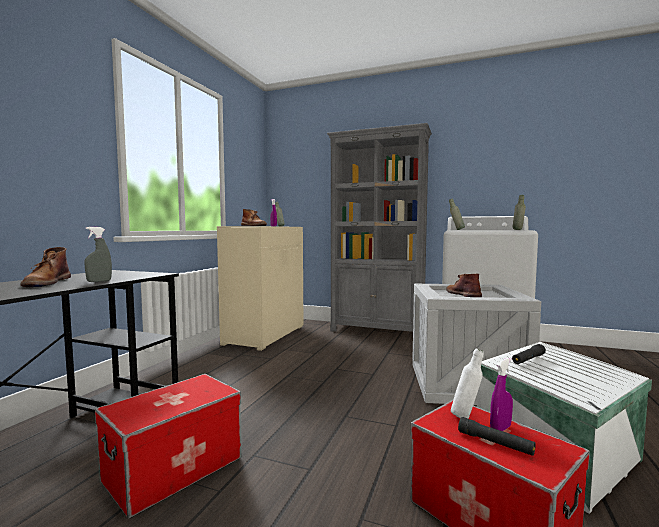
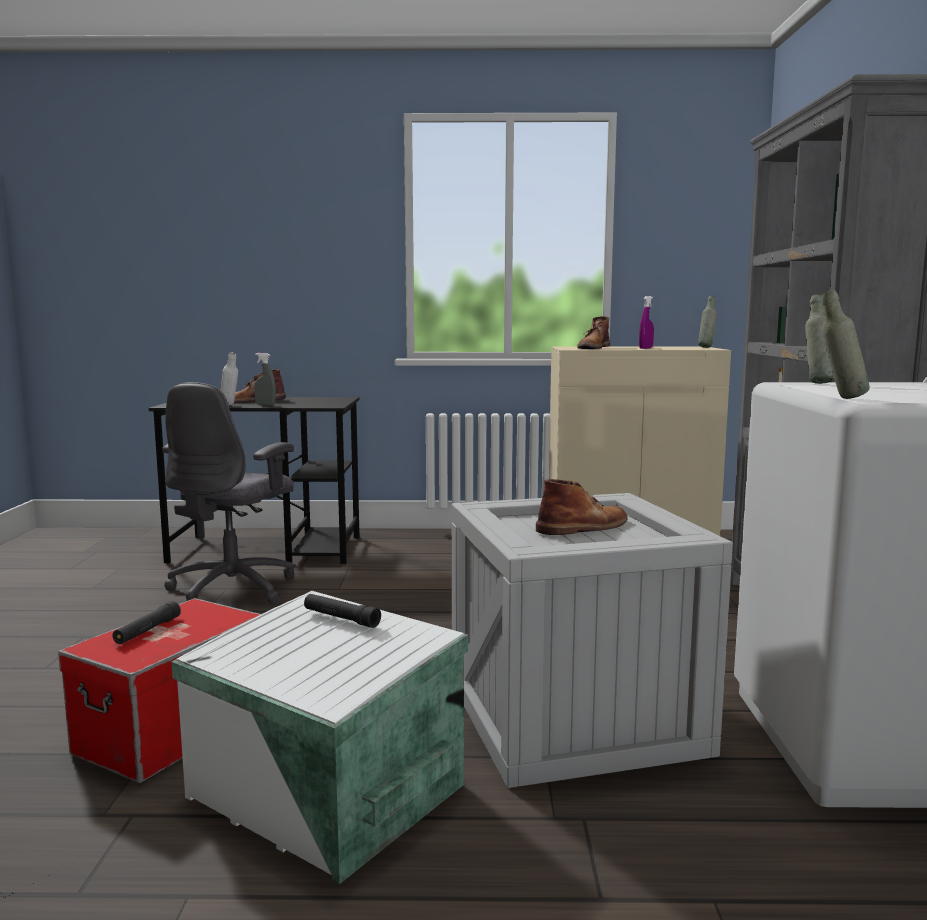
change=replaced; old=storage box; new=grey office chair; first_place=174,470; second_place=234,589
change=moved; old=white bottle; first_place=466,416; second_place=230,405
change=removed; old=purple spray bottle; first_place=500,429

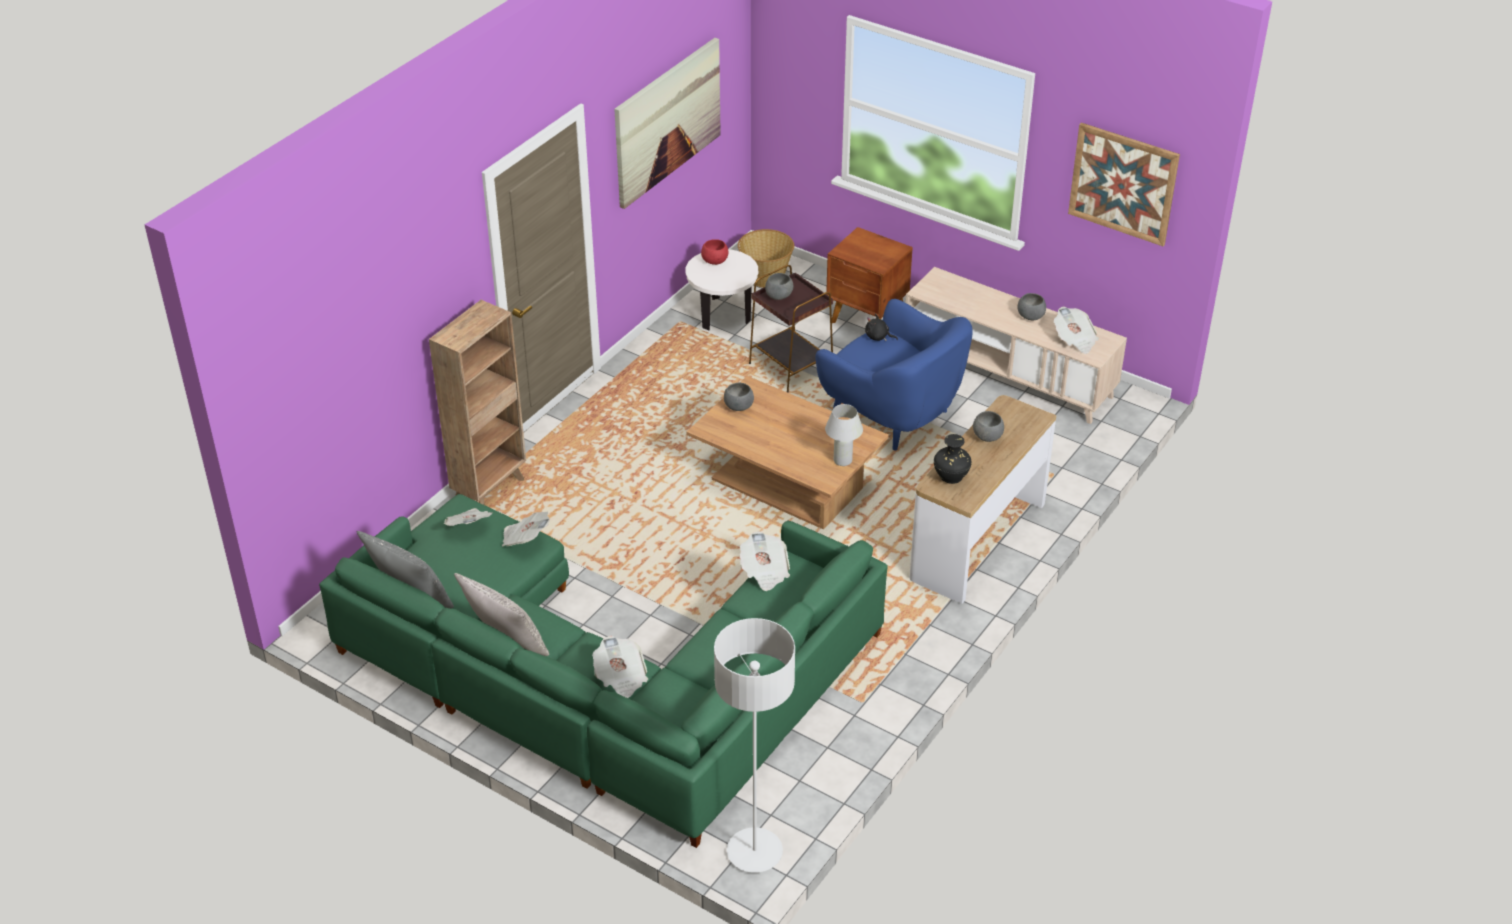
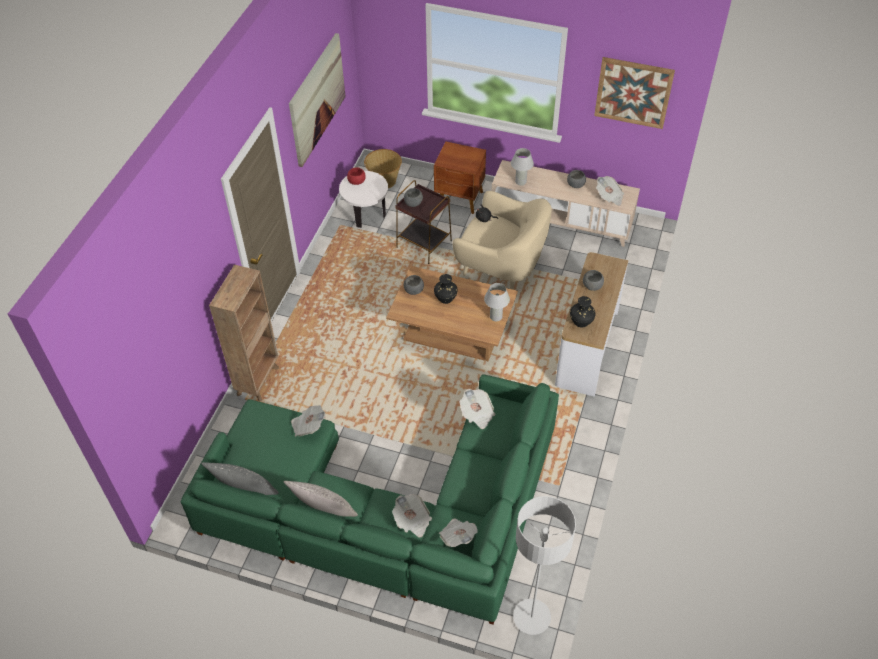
change=added; new=black vase; second_place=445,299
change=moved; old=newspaper; first_place=469,527; second_place=458,536
change=recoloured; old=blue armchair; new=beige armchair; first_place=892,415; second_place=501,266
change=added; new=white table lamp; second_place=520,182

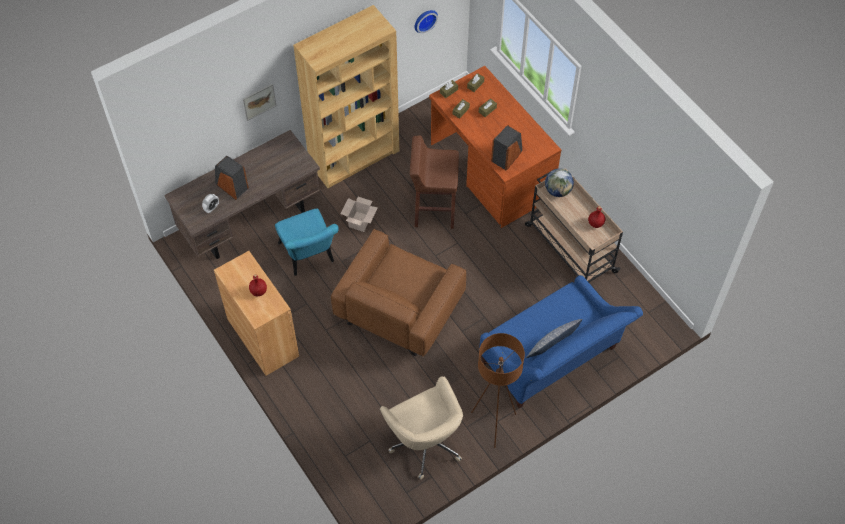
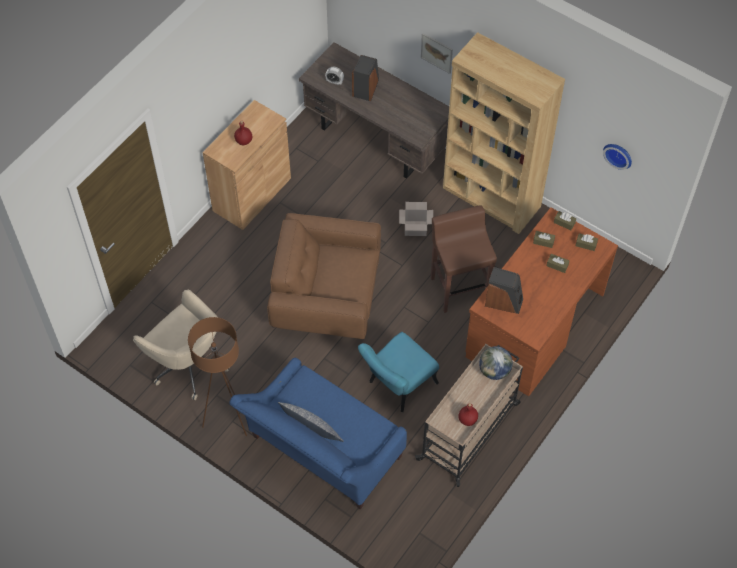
change=turned; old=beige office chair; first_place=425,442; second_place=188,364; degrees=-90
change=moved; old=turquoise chair; first_place=309,257; second_place=397,386

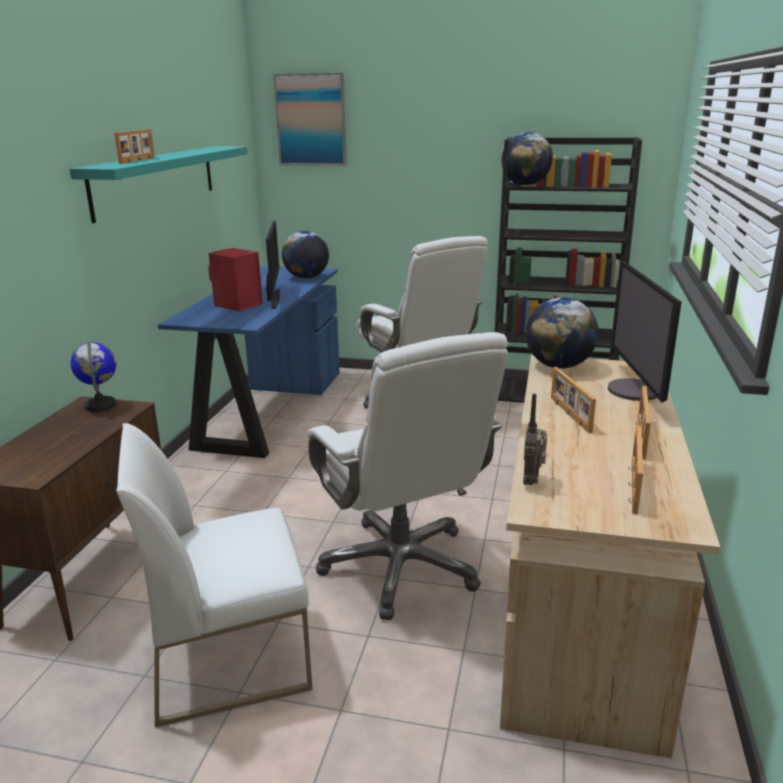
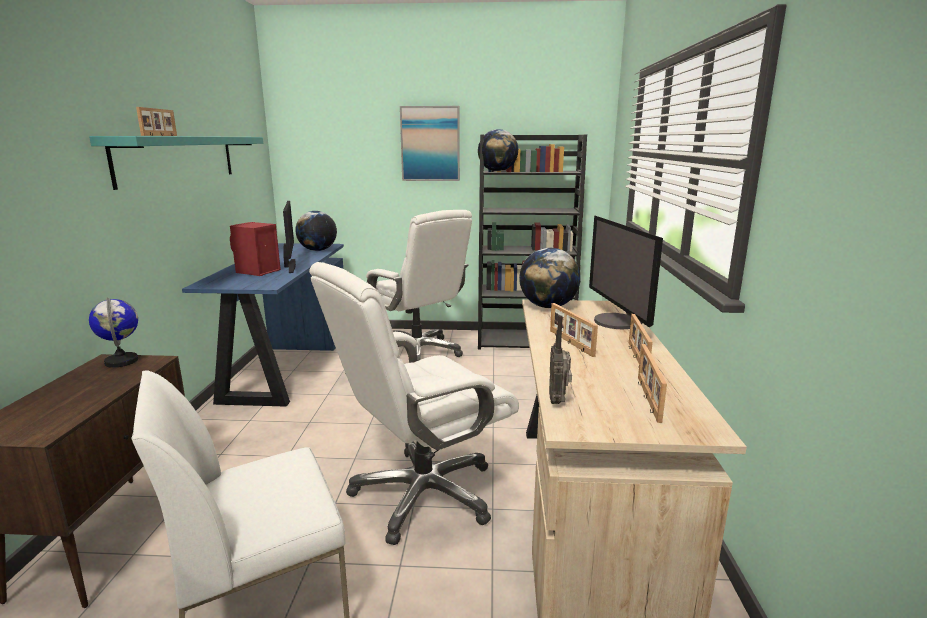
change=turned; old=white office chair; first_place=401,566; second_place=422,494; degrees=90
change=moved; old=picture; first_place=311,120; second_place=430,144

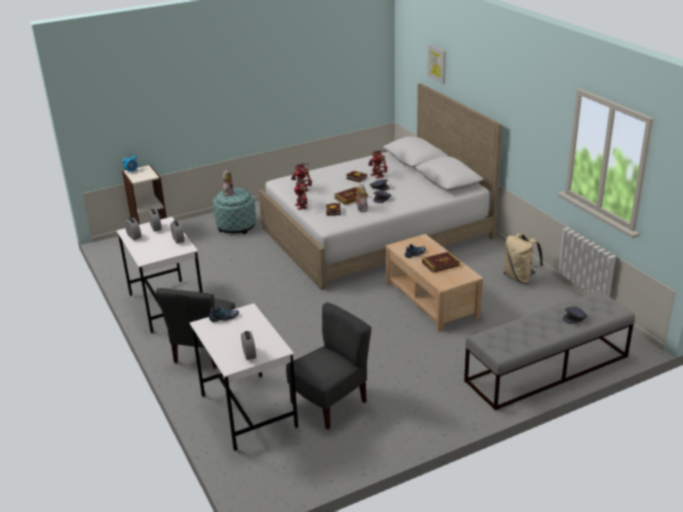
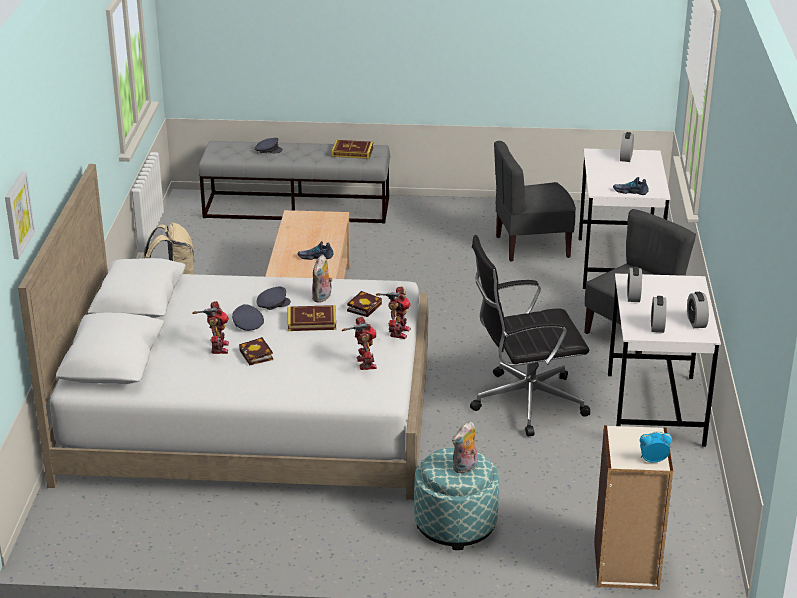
change=moved; old=book; first_place=441,264; second_place=352,152
change=added; new=black office chair; second_place=525,402

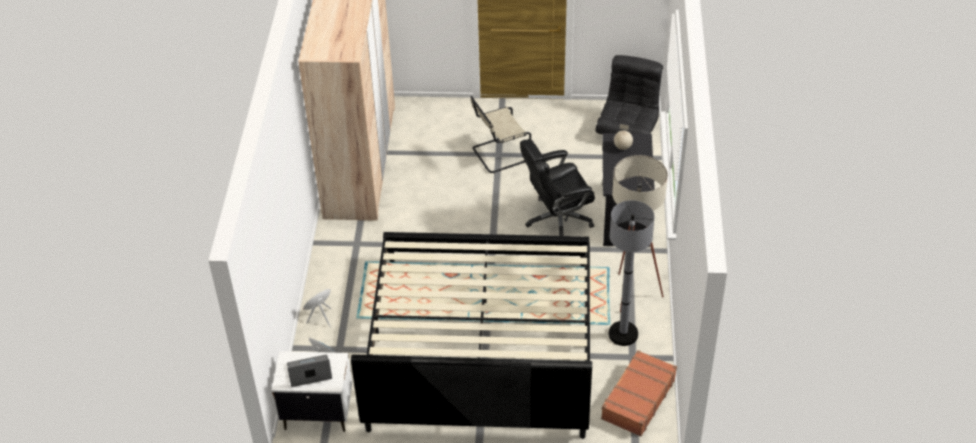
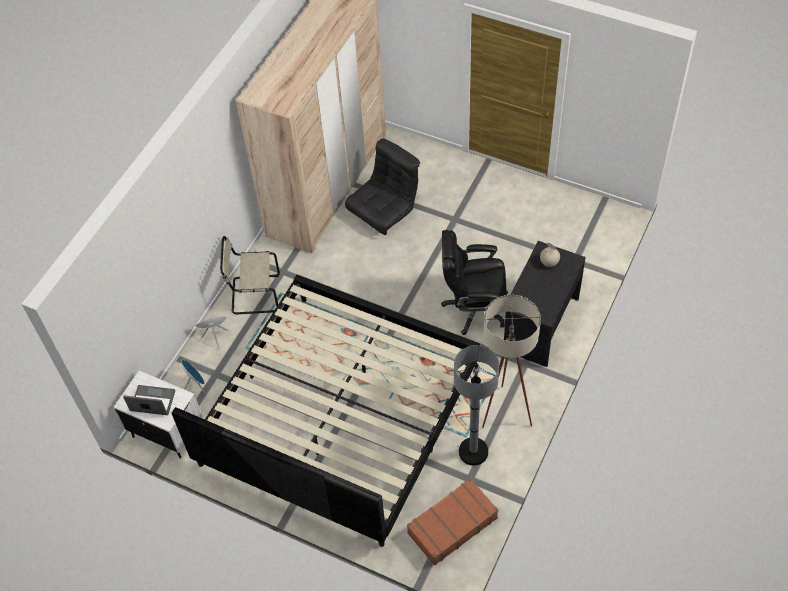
change=moved; old=beige chair; first_place=498,155; second_place=253,295
change=moved; old=black armchair; first_place=628,128; second_place=385,211

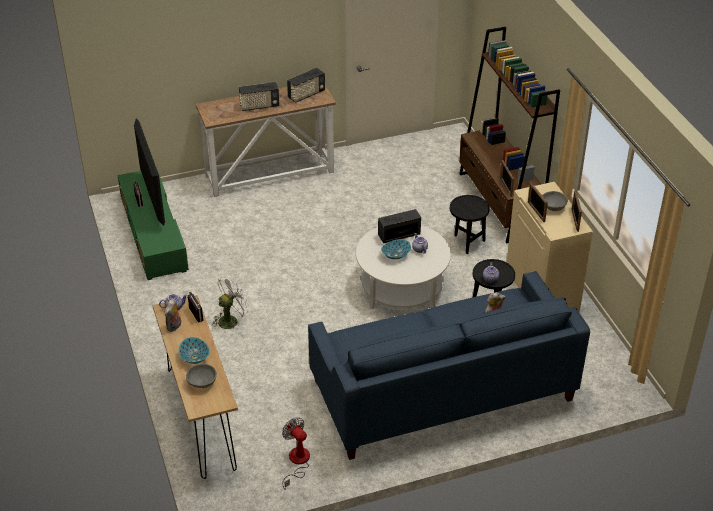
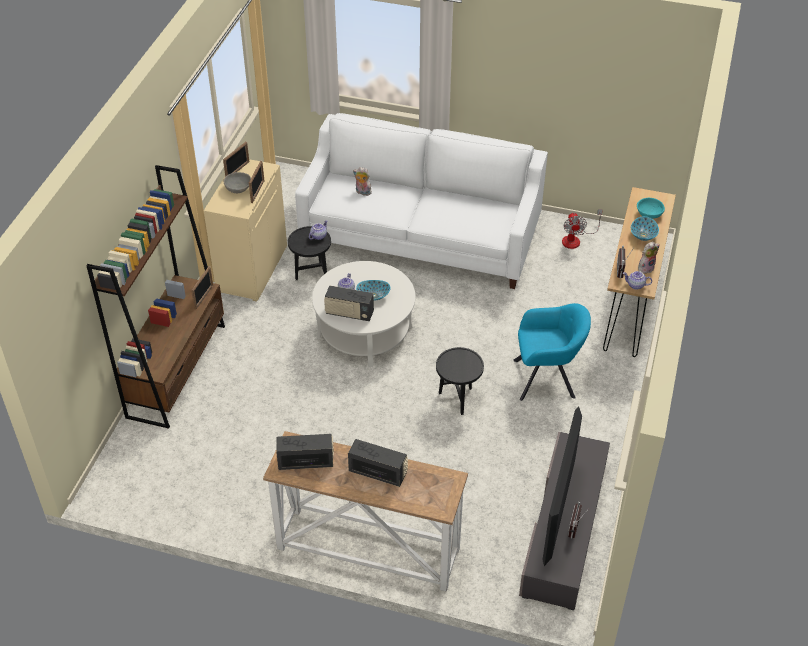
change=recoloured; old=blue sofa; new=white sofa; first_place=442,390; second_place=421,236
change=moved; old=black side table; first_place=466,242; second_place=458,400
change=replaced; old=white fan; new=turquoise armchair; first_place=231,320; second_place=547,378
change=recoloured; old=green tv stand; new=grey tv stand; first_place=153,233; second_place=564,529
change=recoloured; old=grey bowl; new=turquoise bowl; first_place=201,382; second_place=649,214

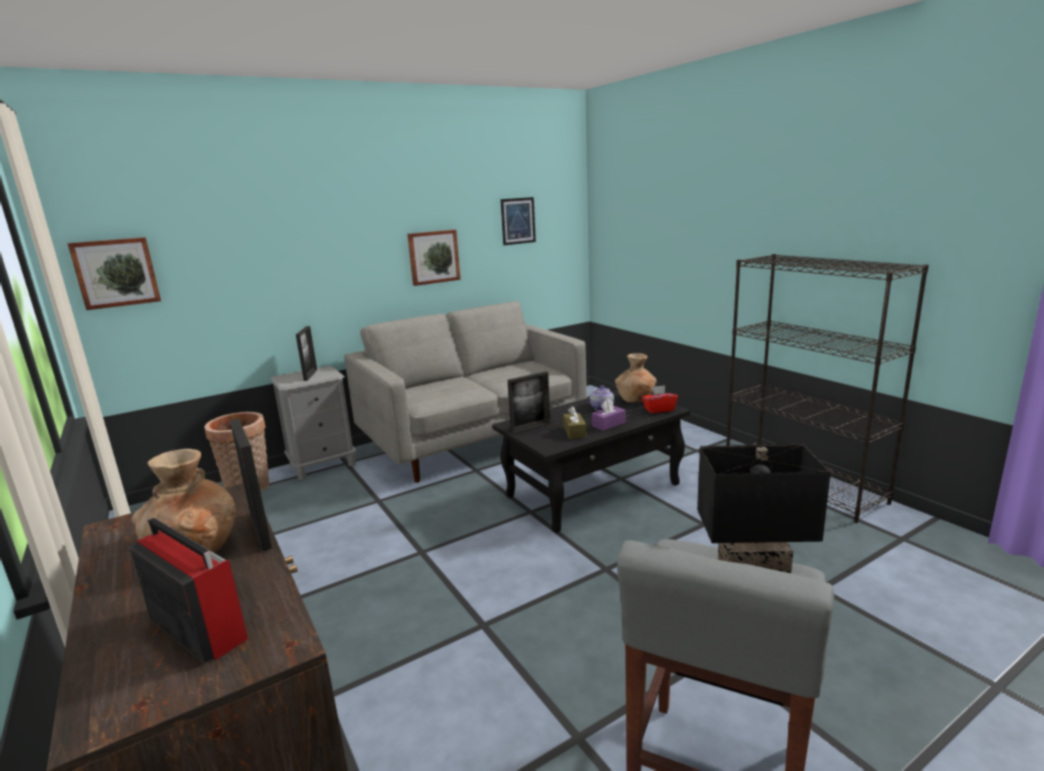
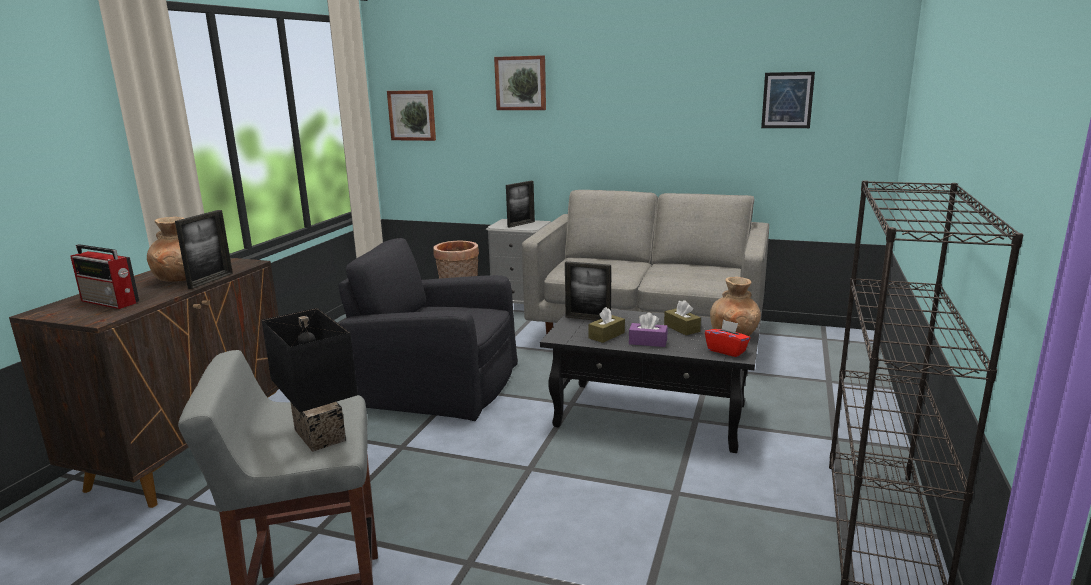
change=turned; old=radio; first_place=197,627; second_place=110,302; degrees=120
change=added; new=black armchair; second_place=436,384
change=moved; old=picture; first_place=433,257; second_place=521,83
change=replaced; old=teapot; new=brown tissue box; first_place=601,408; second_place=681,328

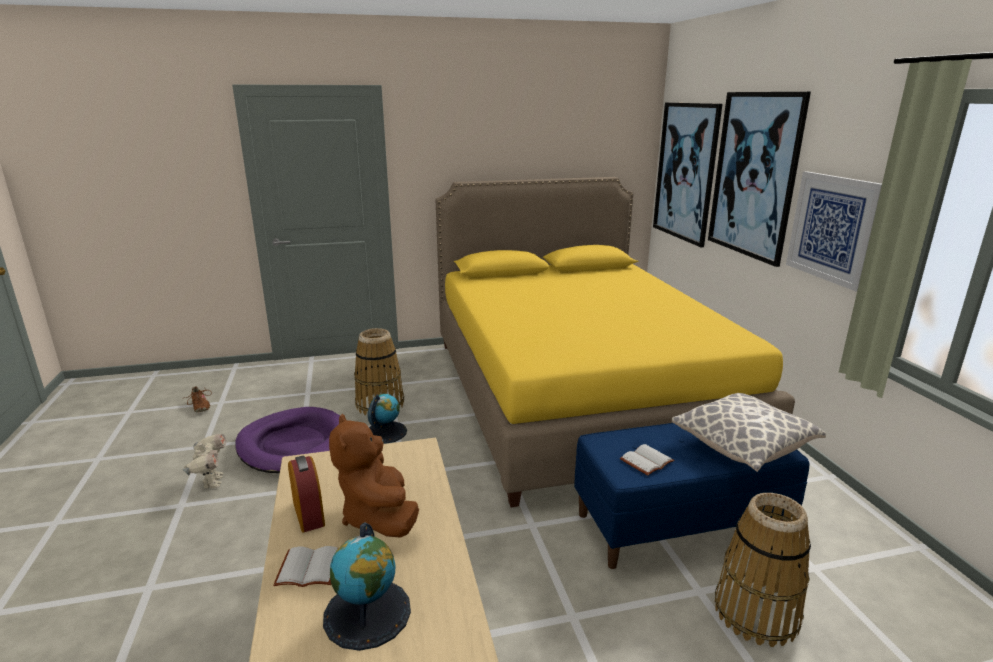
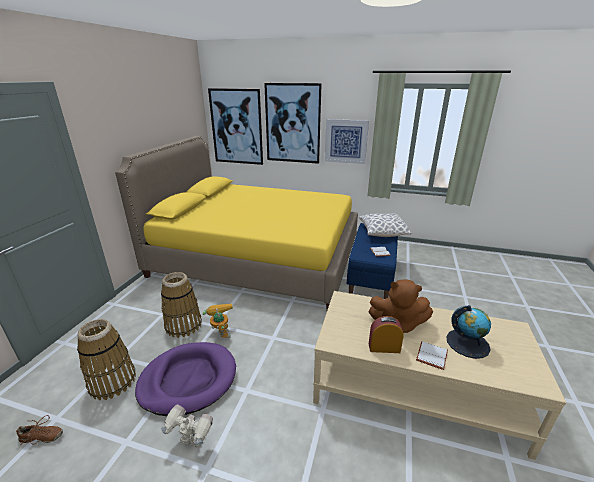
change=moved; old=basket; first_place=756,612; second_place=112,381
change=replaced; old=globe; new=toy robot; first_place=386,432; second_place=221,332

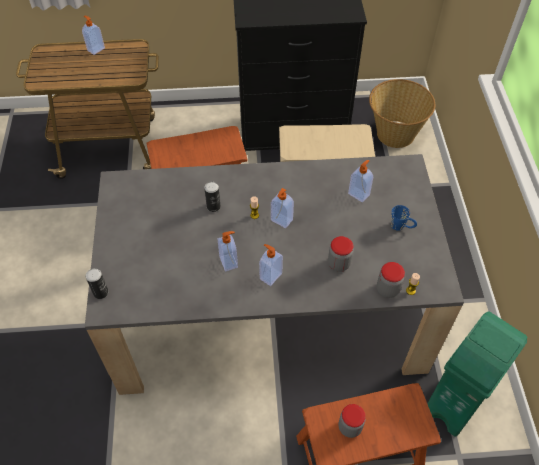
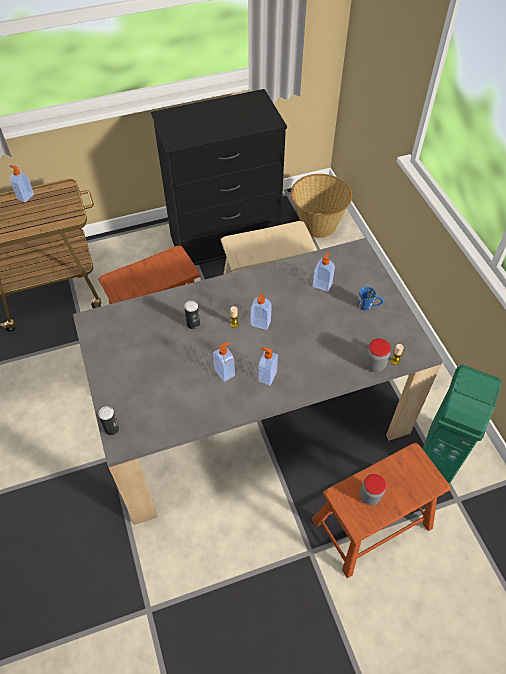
change=removed; old=jar; first_place=339,264

